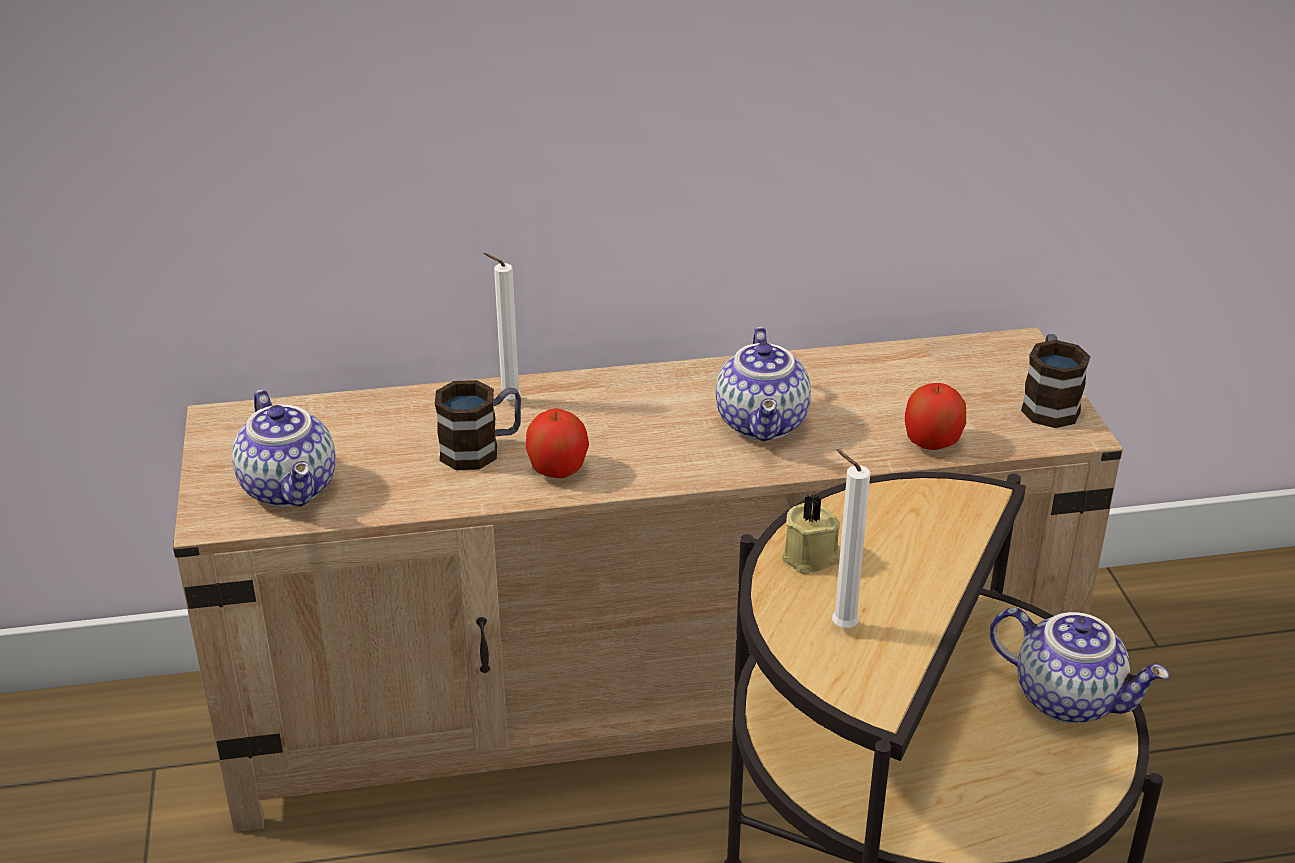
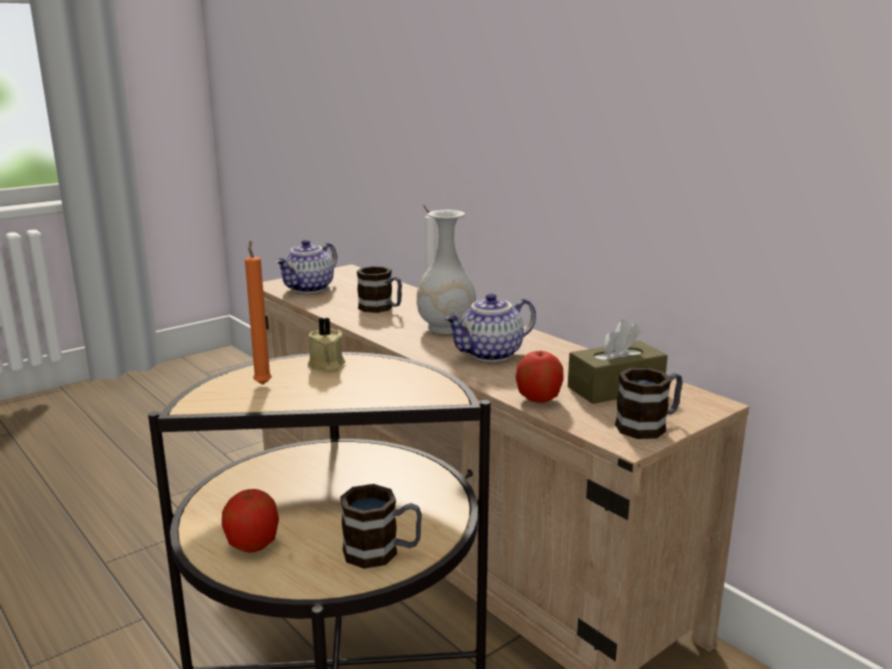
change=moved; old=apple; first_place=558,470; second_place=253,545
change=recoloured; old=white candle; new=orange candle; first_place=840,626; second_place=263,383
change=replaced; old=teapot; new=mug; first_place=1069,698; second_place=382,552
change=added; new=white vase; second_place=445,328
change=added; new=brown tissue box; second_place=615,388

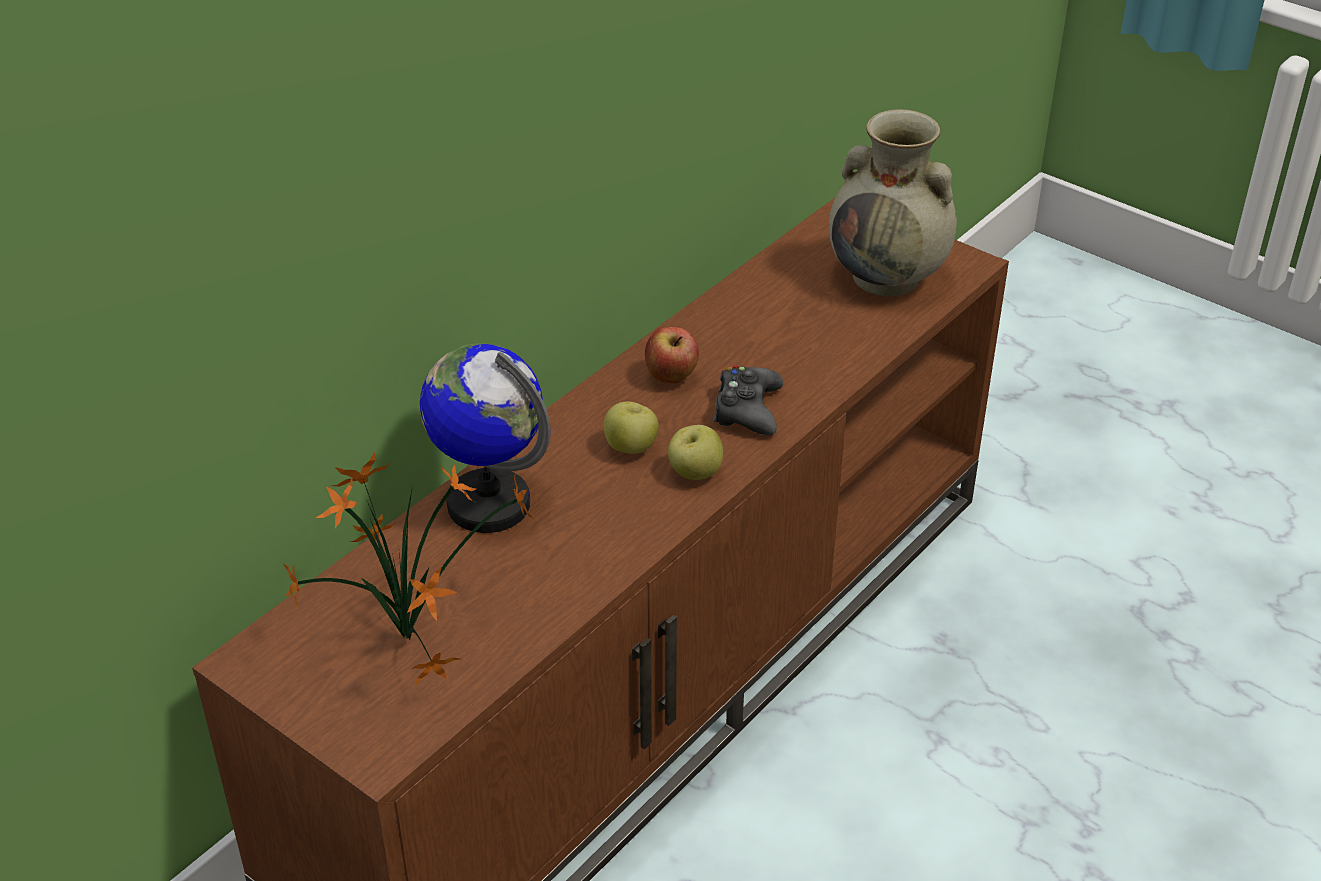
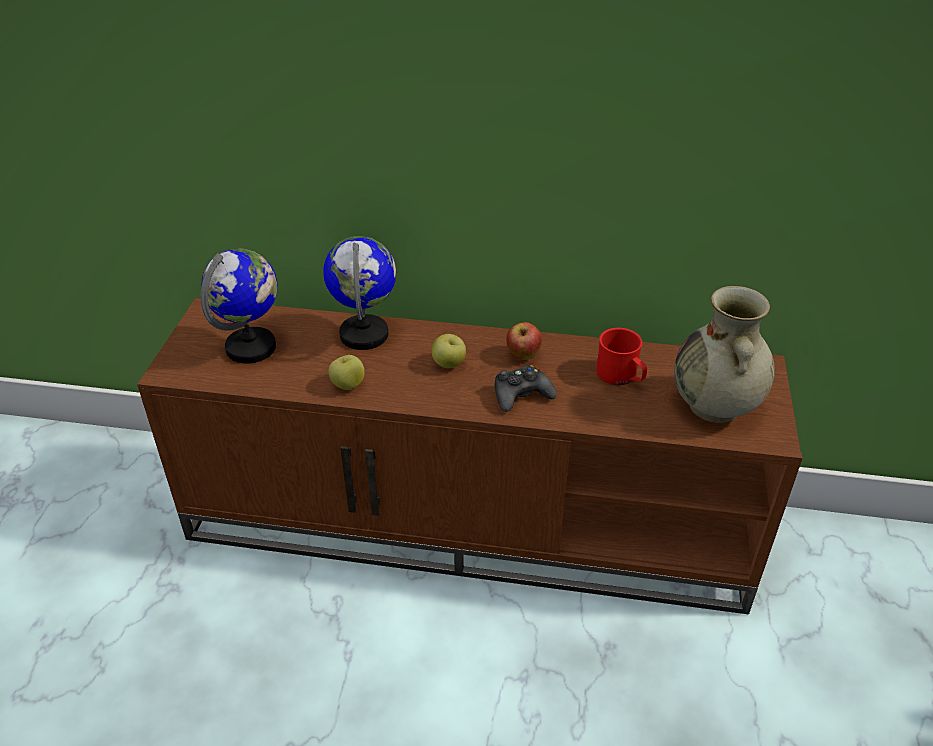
change=replaced; old=potted plant; new=globe; first_place=407,634; second_place=252,347
change=moved; old=apple; first_place=695,473; second_place=348,385
change=added; new=red mug; second_place=621,376

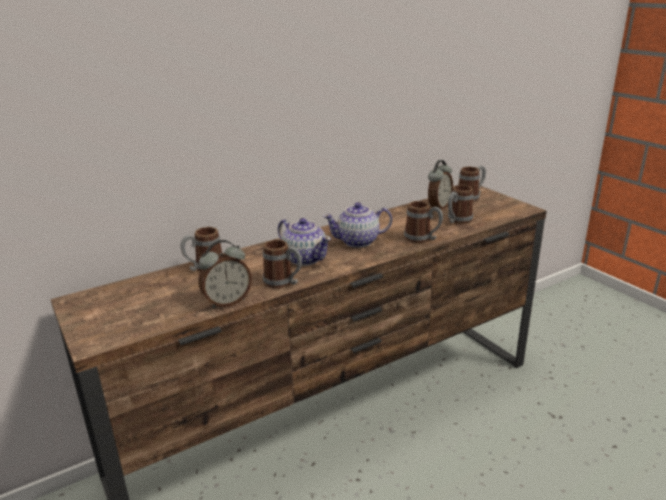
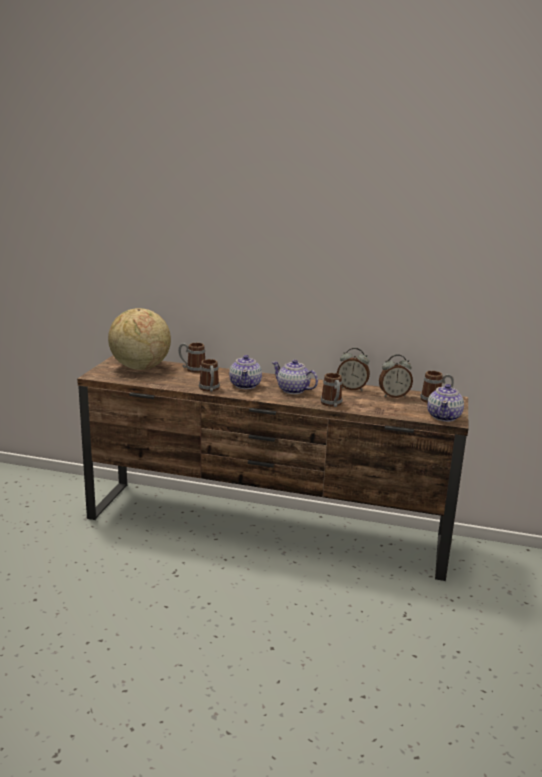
change=added; new=globe; second_place=140,368
change=moved; old=alarm clock; first_place=227,302; second_place=352,388
change=added; new=teapot; second_place=444,417
change=removed; old=mug; first_place=457,221

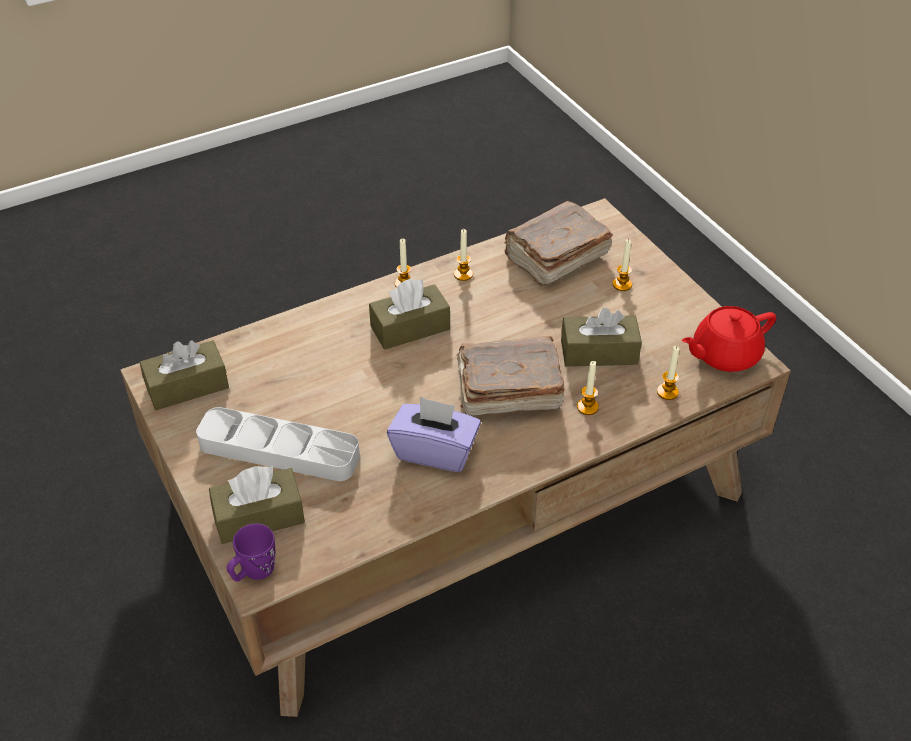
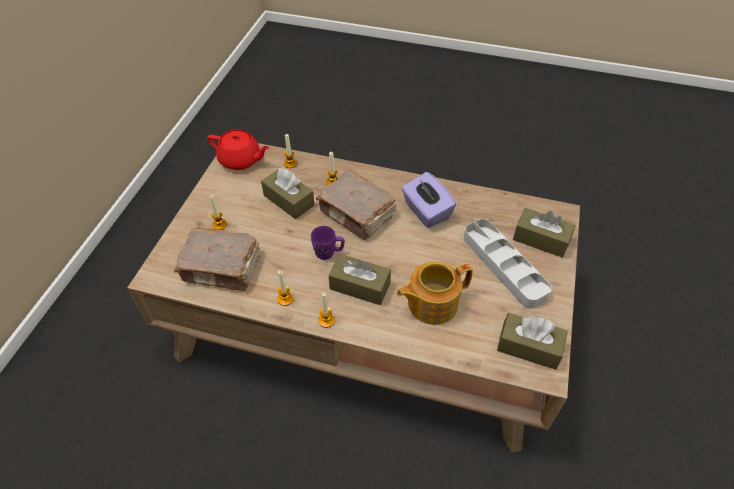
change=moved; old=purple mug; first_place=253,572; second_place=329,253
change=added; new=teapot; second_place=431,303

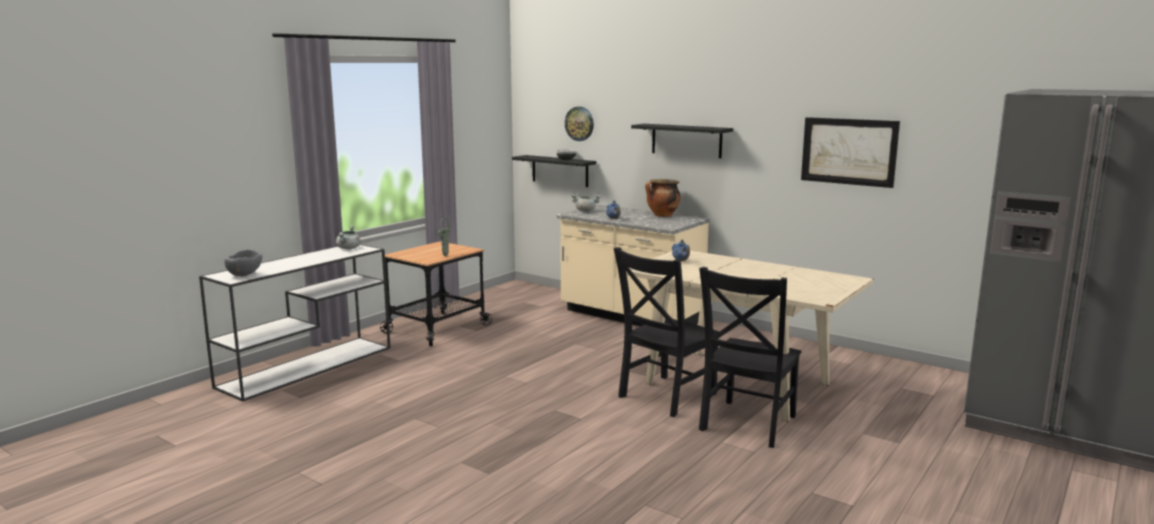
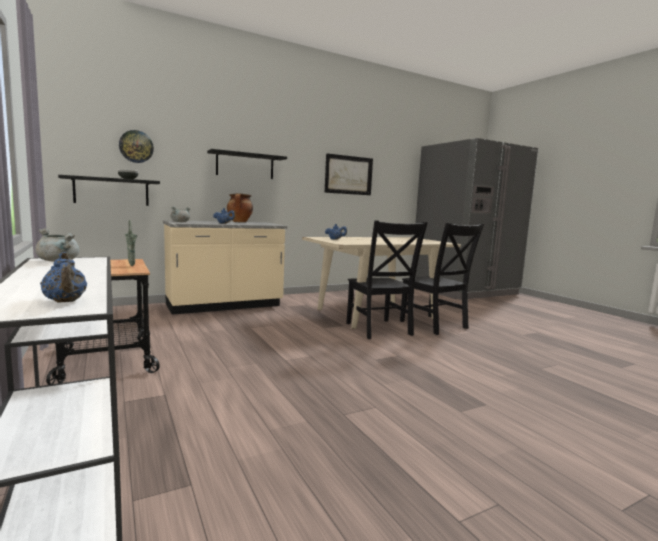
change=replaced; old=grey bowl; new=blue teapot; first_place=245,275; second_place=65,302

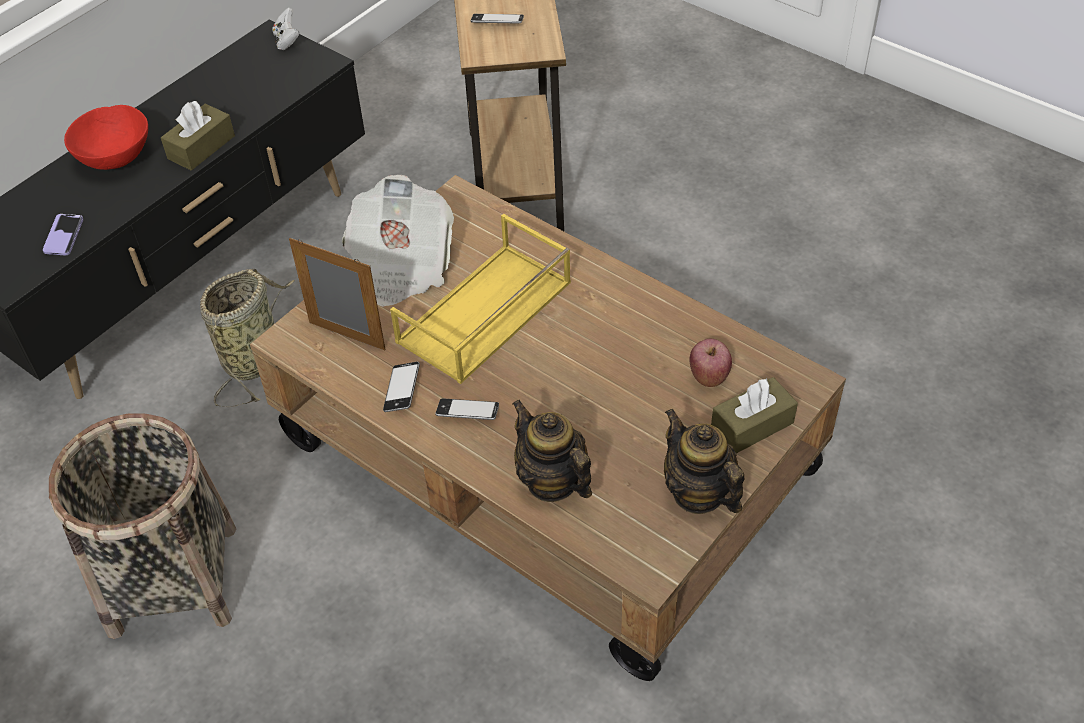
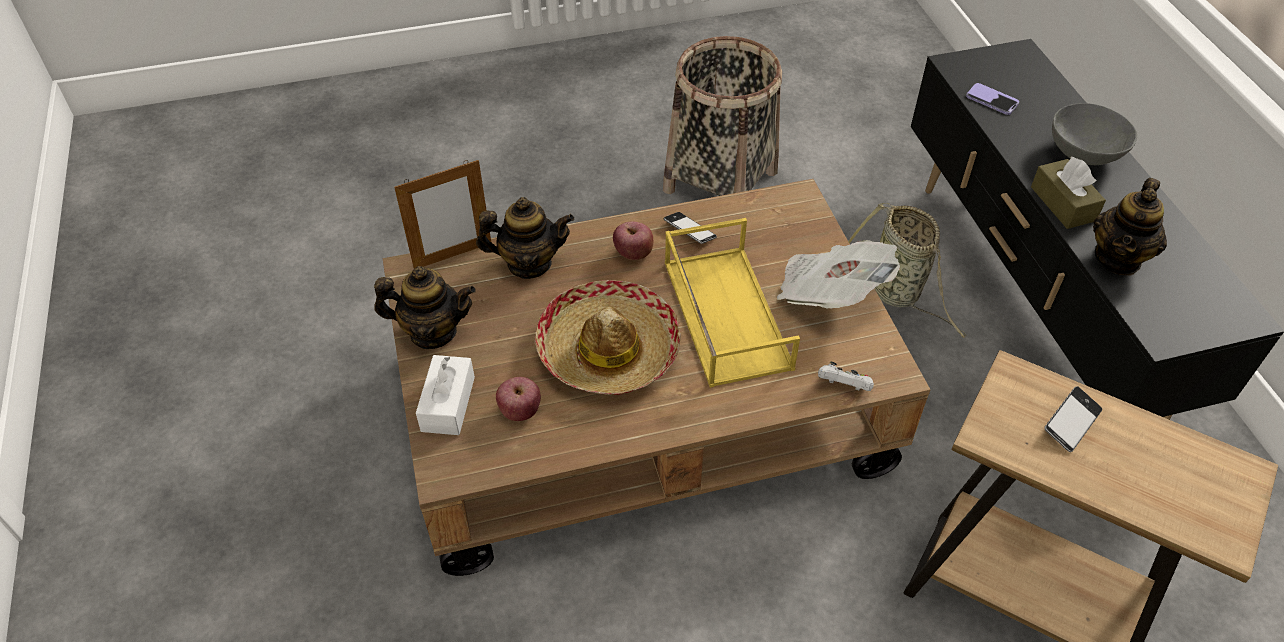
change=moved; old=picture frame; first_place=347,336; second_place=453,255
change=recoloured; old=brown tissue box; new=white tissue box; first_place=752,425; second_place=448,404
change=added; new=hat; second_place=608,349
change=replaced; old=phone; new=apple; first_place=467,412; second_place=633,253
change=moved; old=white game controller; first_place=287,41; second_place=843,387
change=recoloured; old=red bowl; new=grey bowl; first_place=115,157; second_place=1084,153
change=added; new=teapot; second_place=1118,258

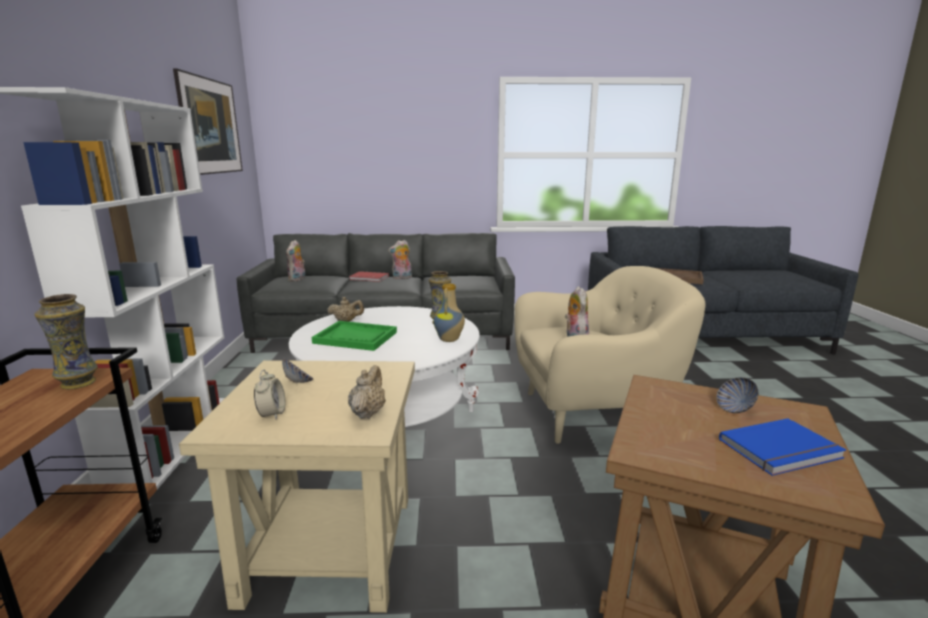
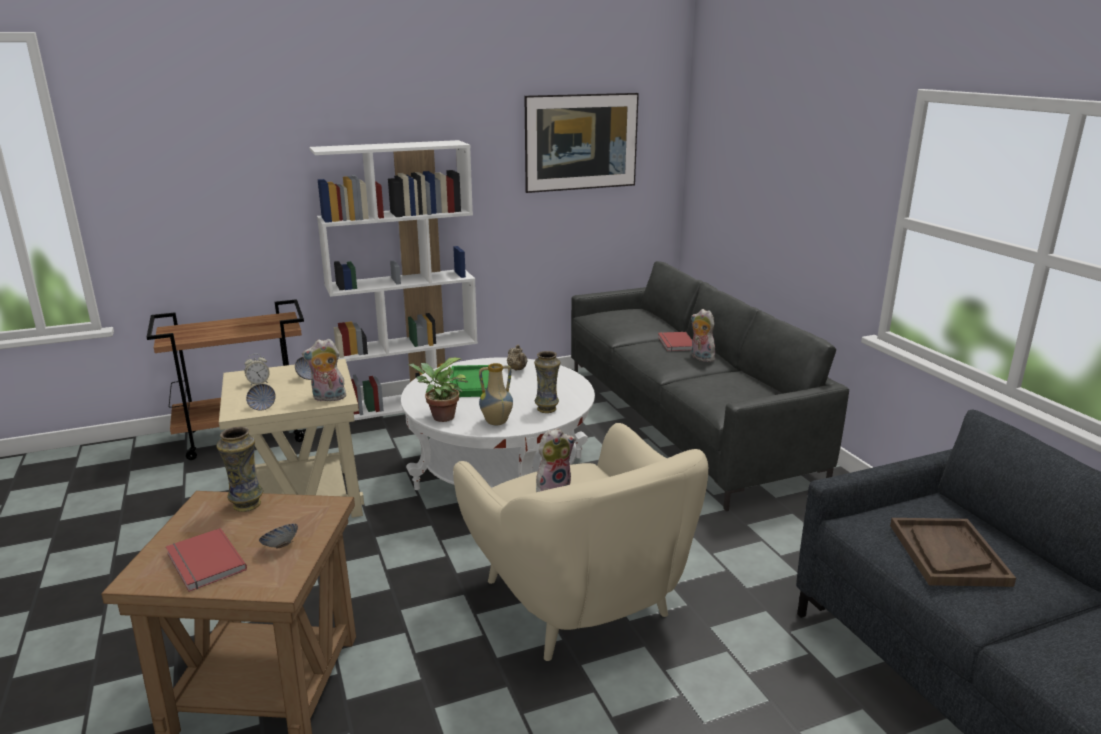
change=recoloured; old=blue book; new=red book; first_place=782,450; second_place=203,563
change=moved; old=vase; first_place=78,383; second_place=246,505
change=replaced; old=beige teapot; new=bowl; first_place=368,412; second_place=262,407
change=moved; old=plush toy; first_place=297,279; second_place=328,398
change=added; new=potted plant; second_place=440,417

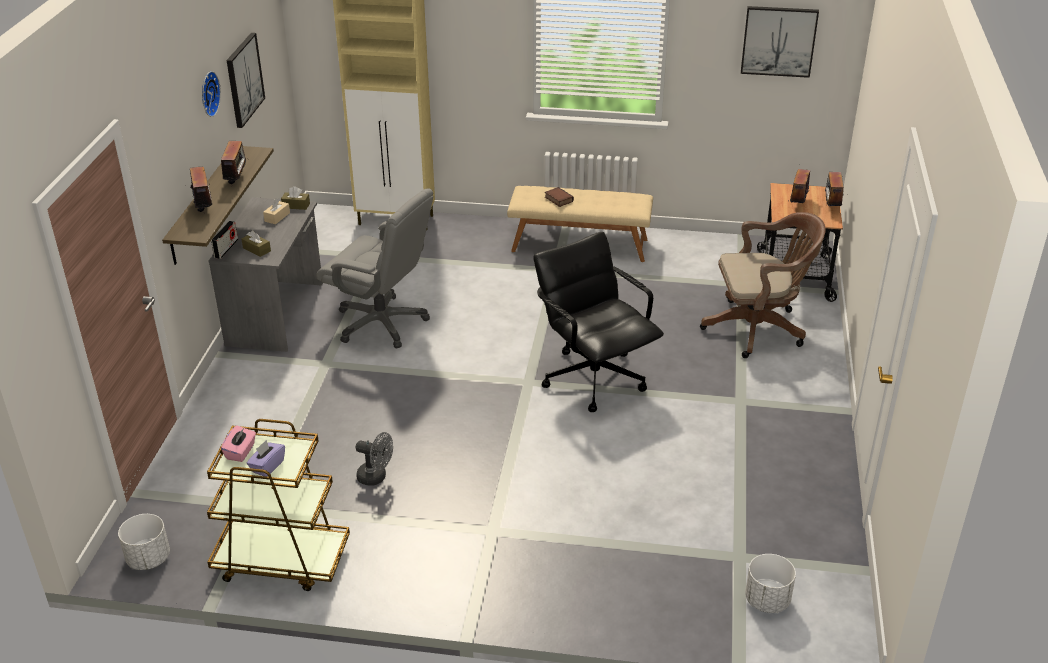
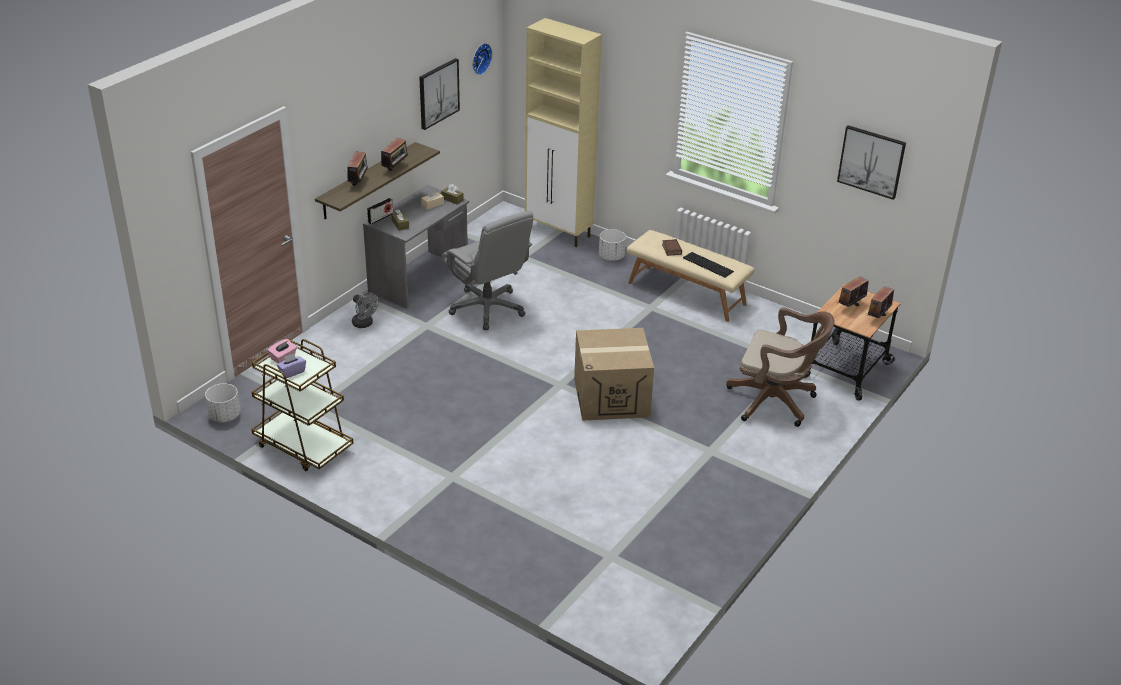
change=moved; old=grey fan; first_place=376,477; second_place=364,324
change=moved; old=wall clock; first_place=207,93; second_place=480,58
change=replaced; old=black office chair; new=cardboard box; first_place=594,378; second_place=611,397
change=moved; old=white planter; first_place=767,600; second_place=611,257
change=added; new=keyboard; second_place=708,264

